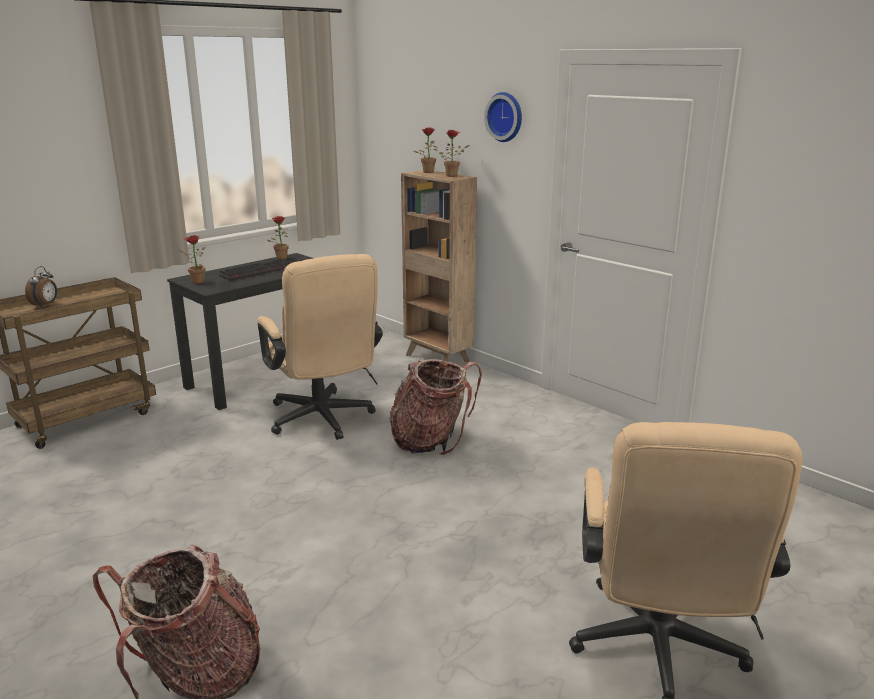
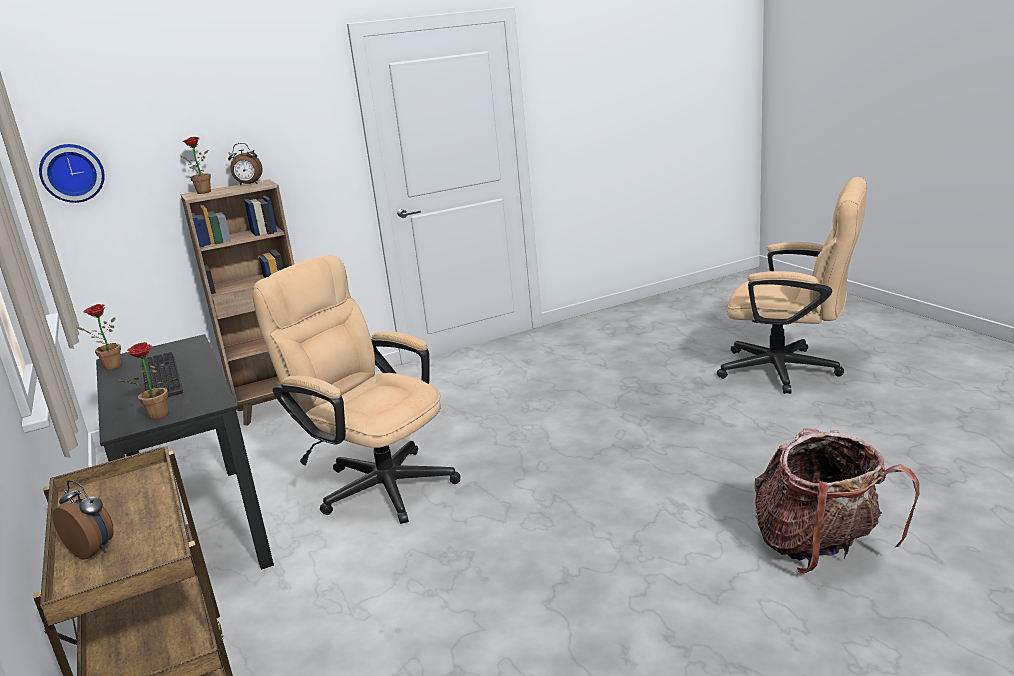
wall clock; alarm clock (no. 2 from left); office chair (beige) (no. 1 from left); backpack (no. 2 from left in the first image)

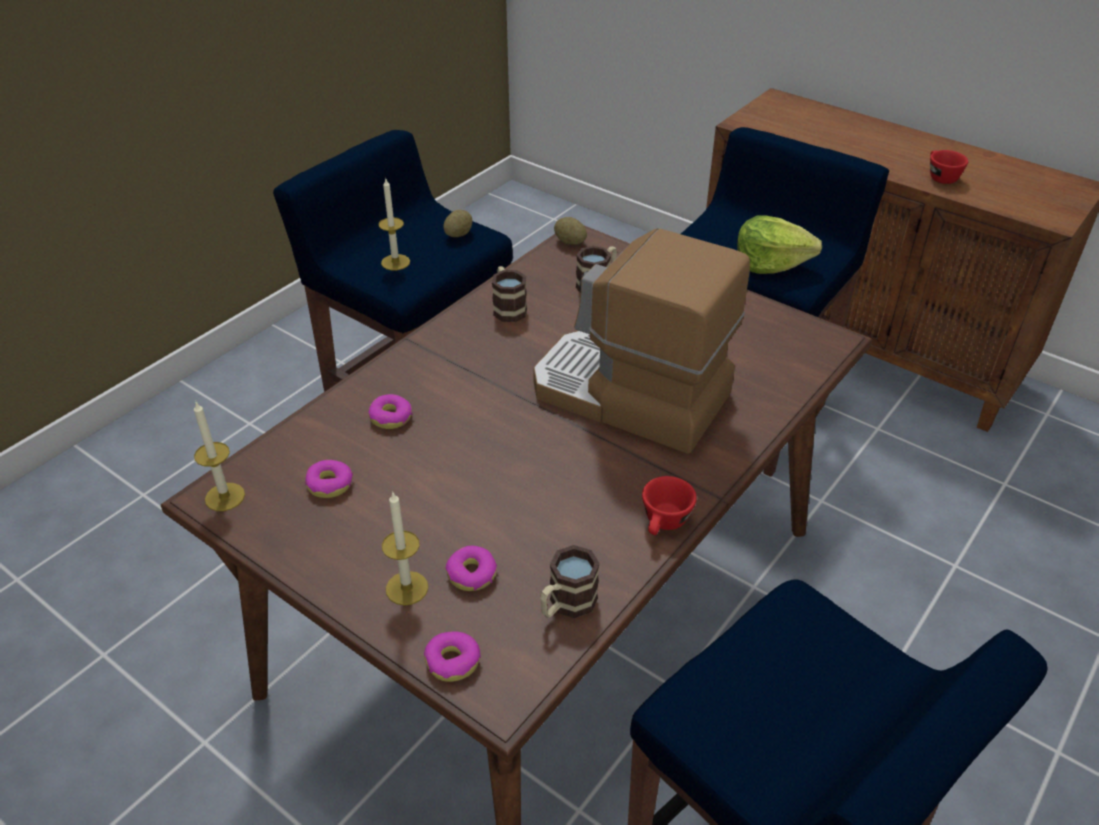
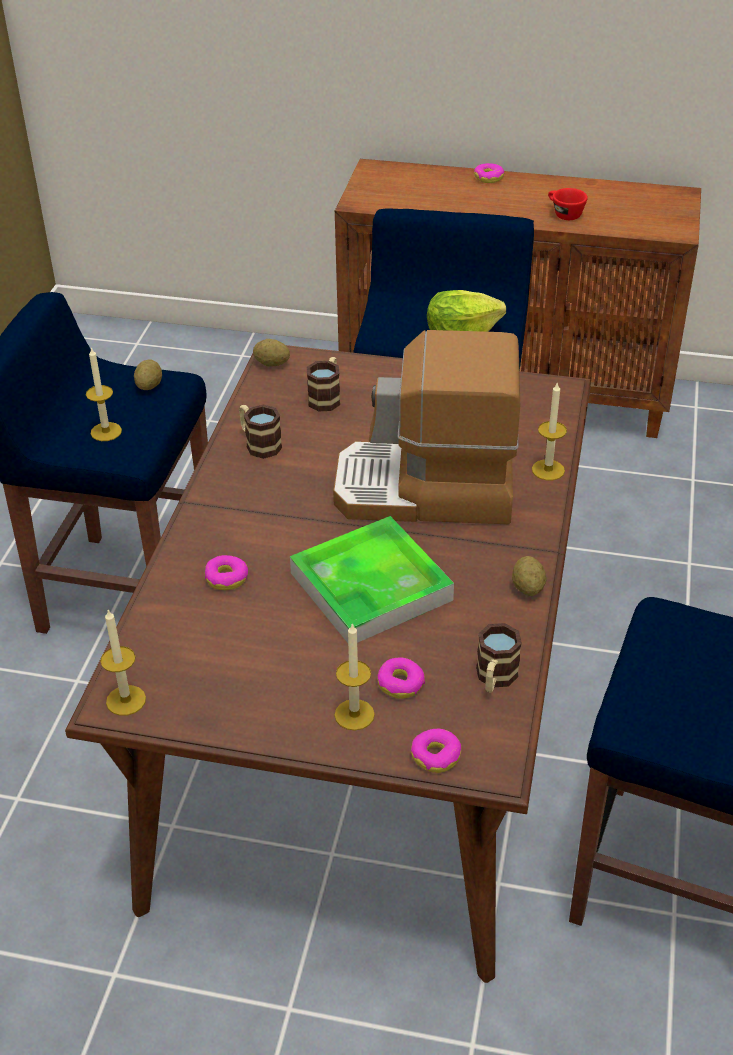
donut (no. 4 from left); potato (no. 3 from left); candle (no. 4 from left); tray

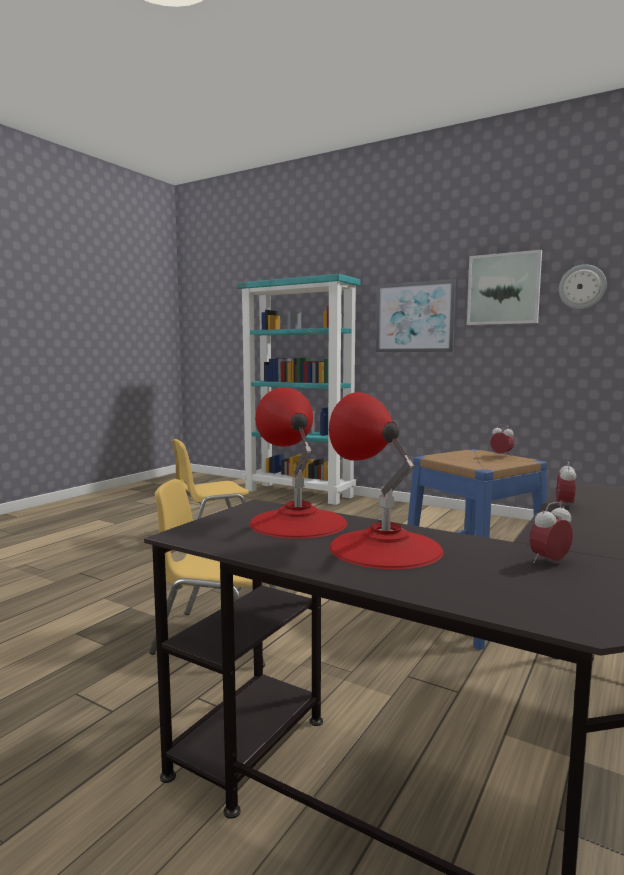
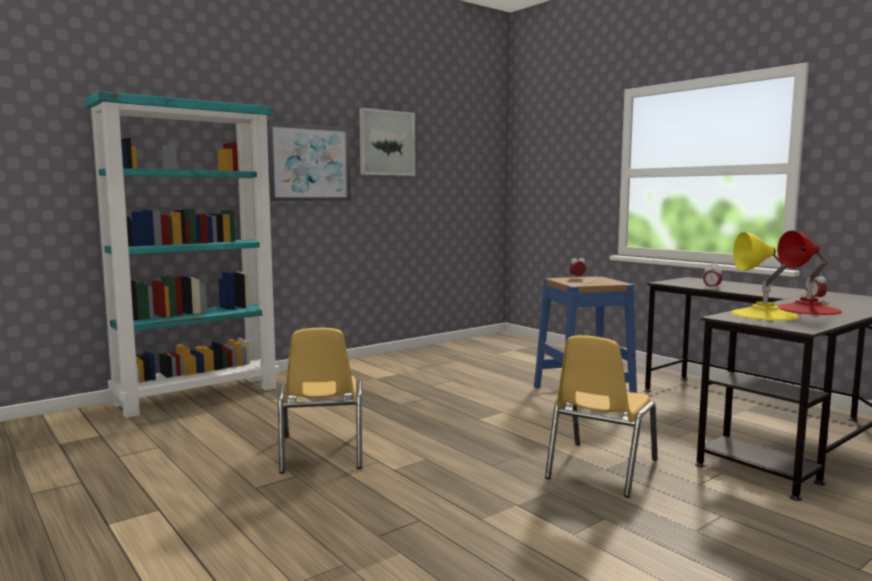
wall clock; table lamp (yellow)

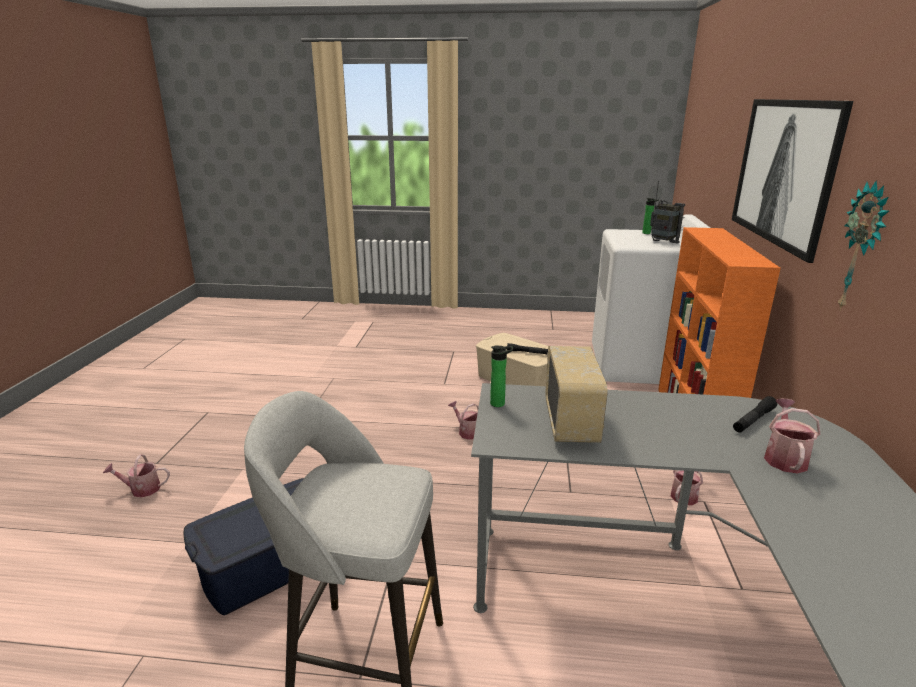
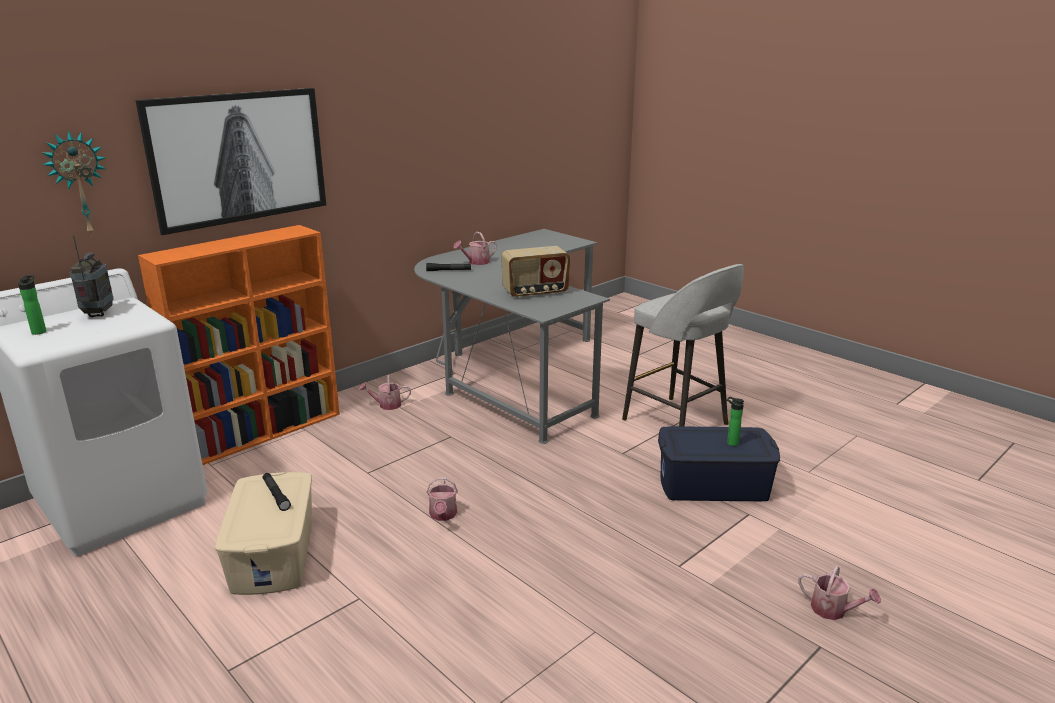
wall clock; bottle (no. 2 from left); radio (no. 2 from left)

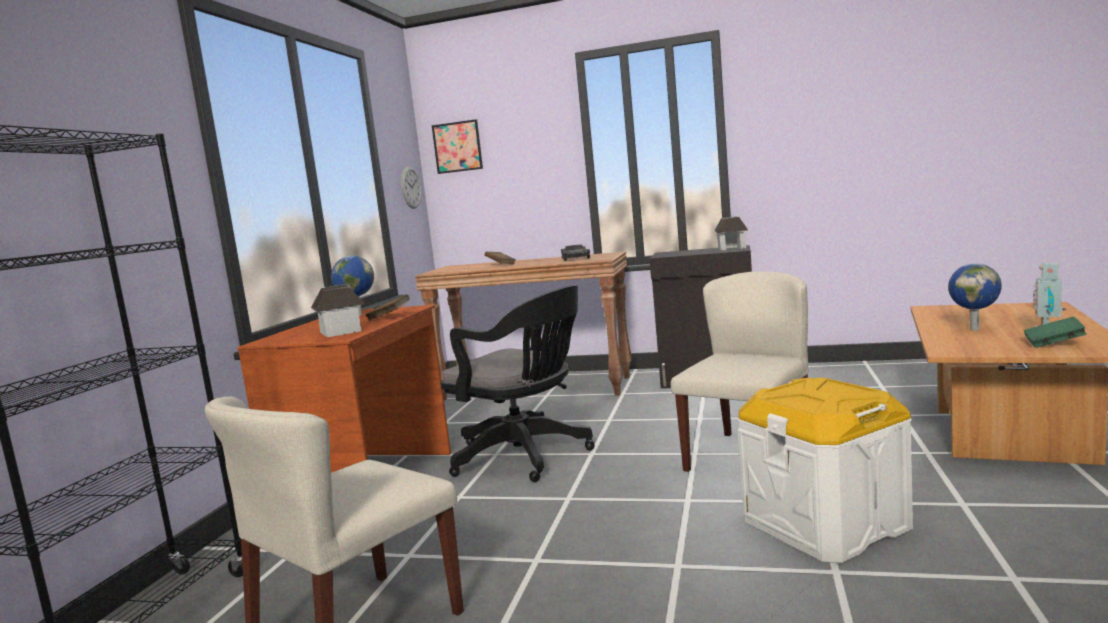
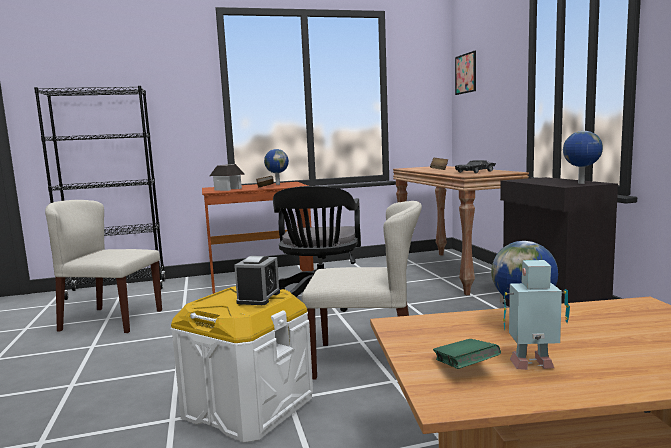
wall clock; globe (no. 3 from left); alarm clock

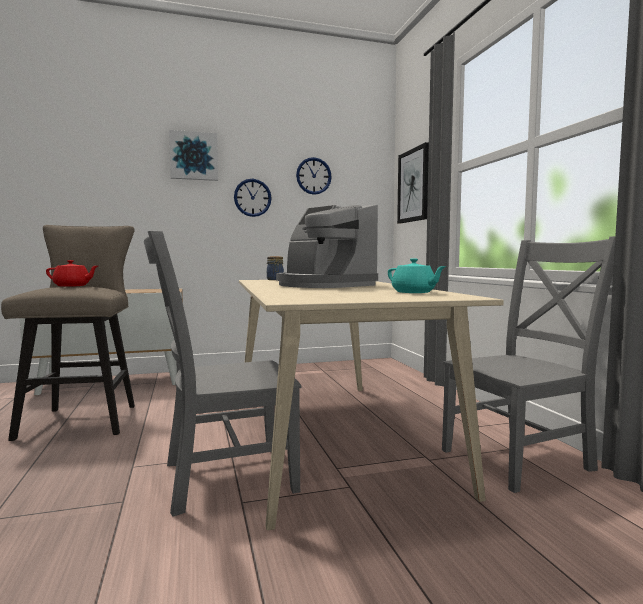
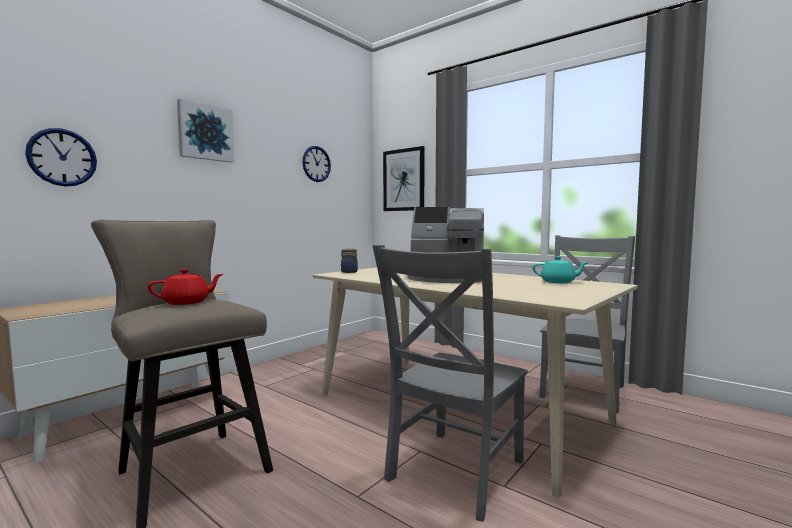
wall clock (no. 1 from left)

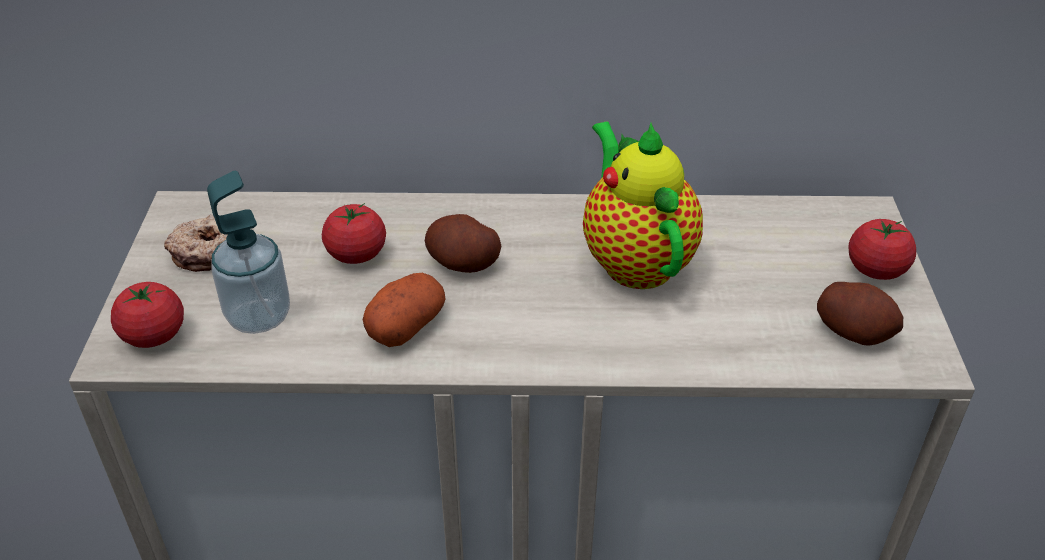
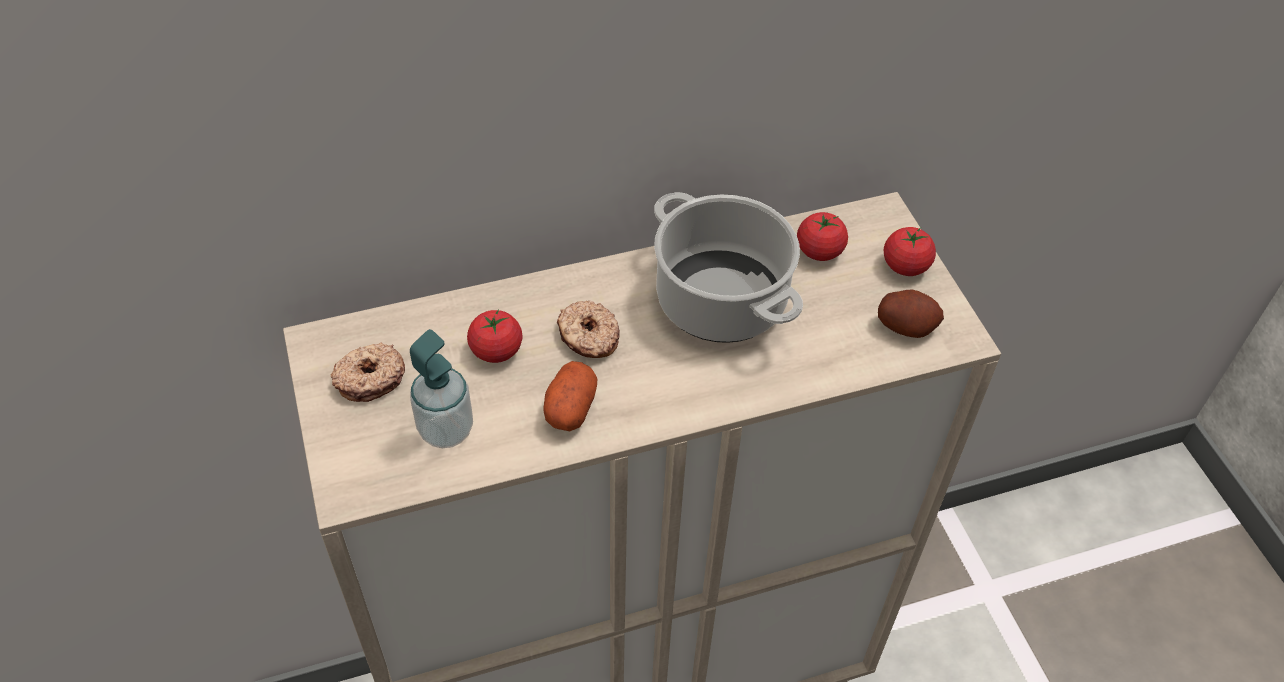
cooking pot; donut (no. 2 from left); tomato (no. 2 from left)

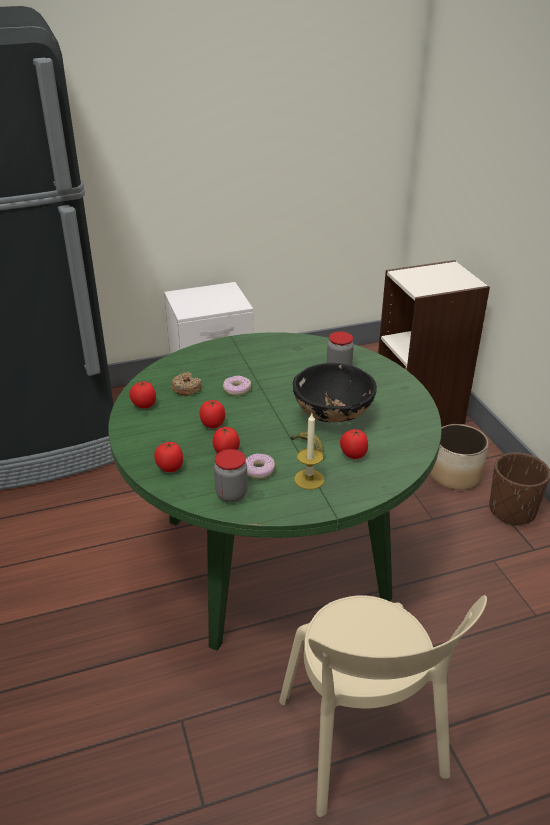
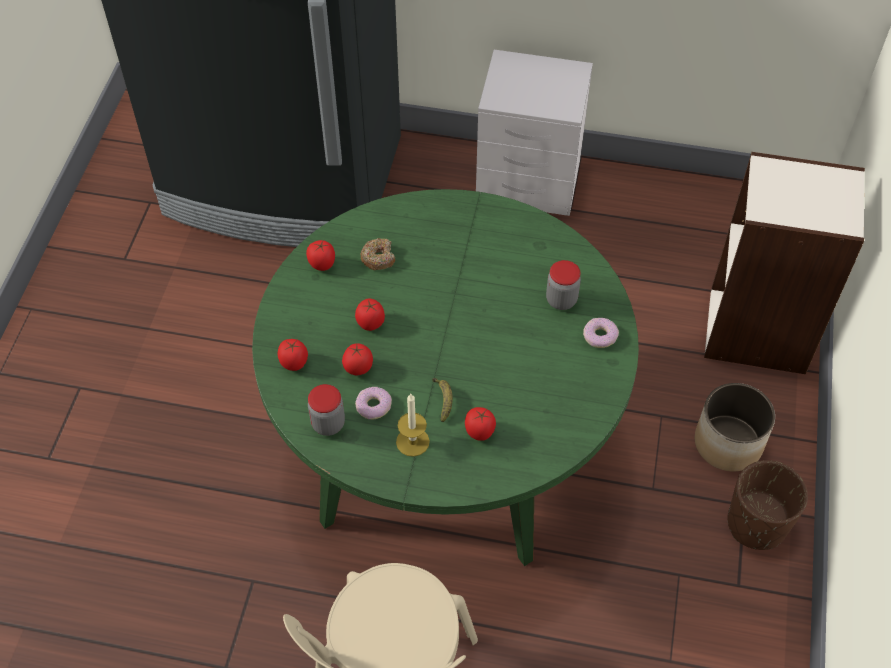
bowl (black); donut (no. 3 from left)

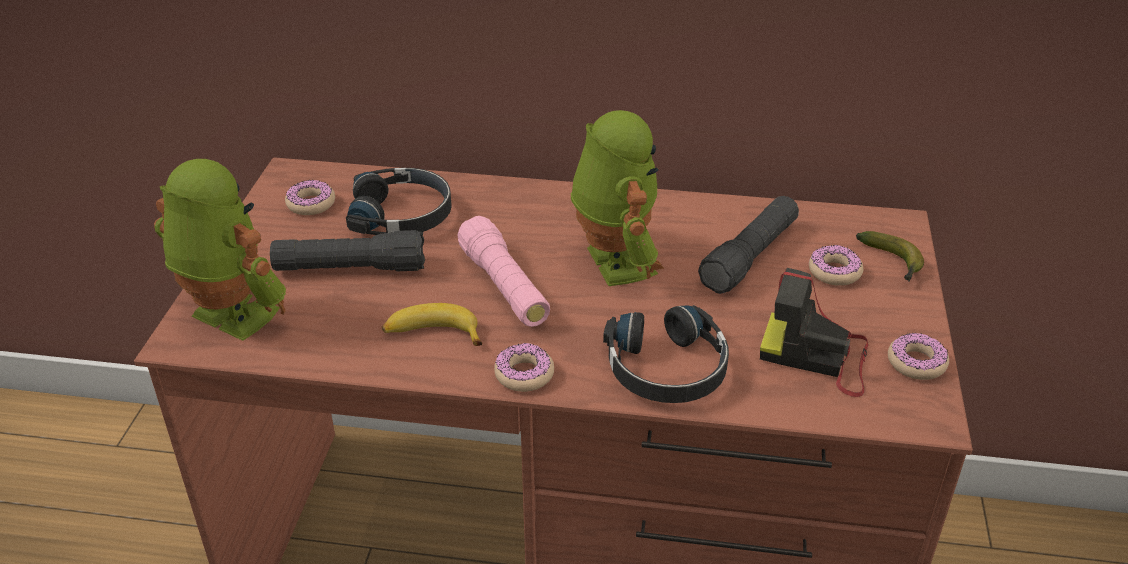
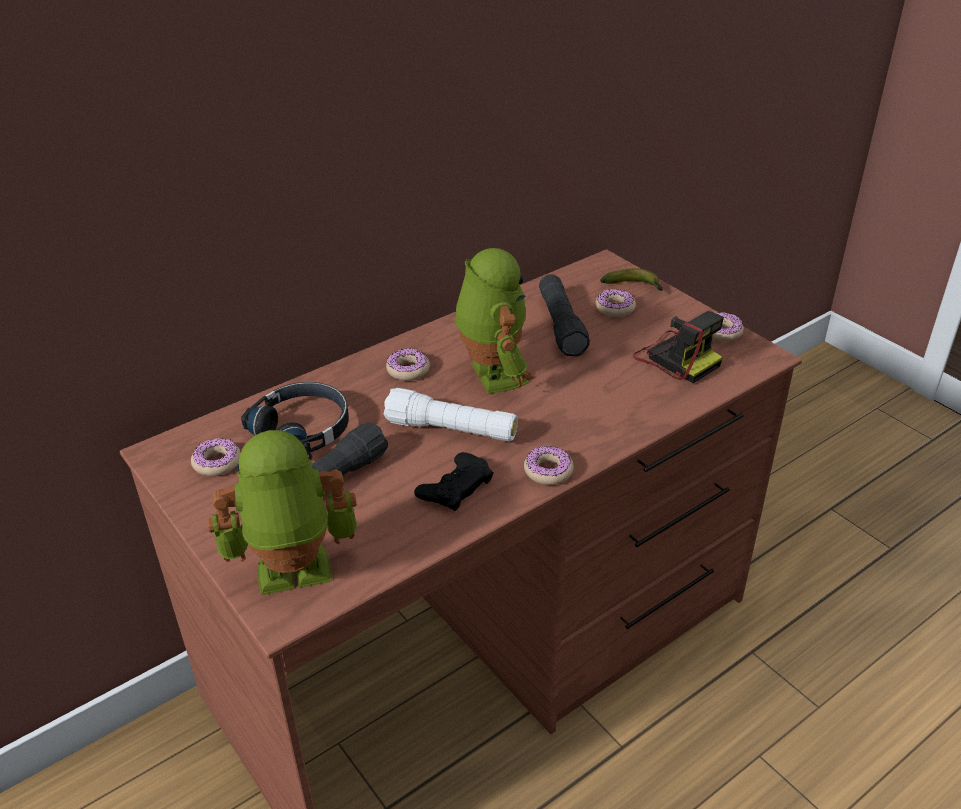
toy robot (no. 2 from left); flashlight (white); photo camera; game controller (black); headphones (black) (no. 2 from left in the first image); donut (no. 2 from left)

